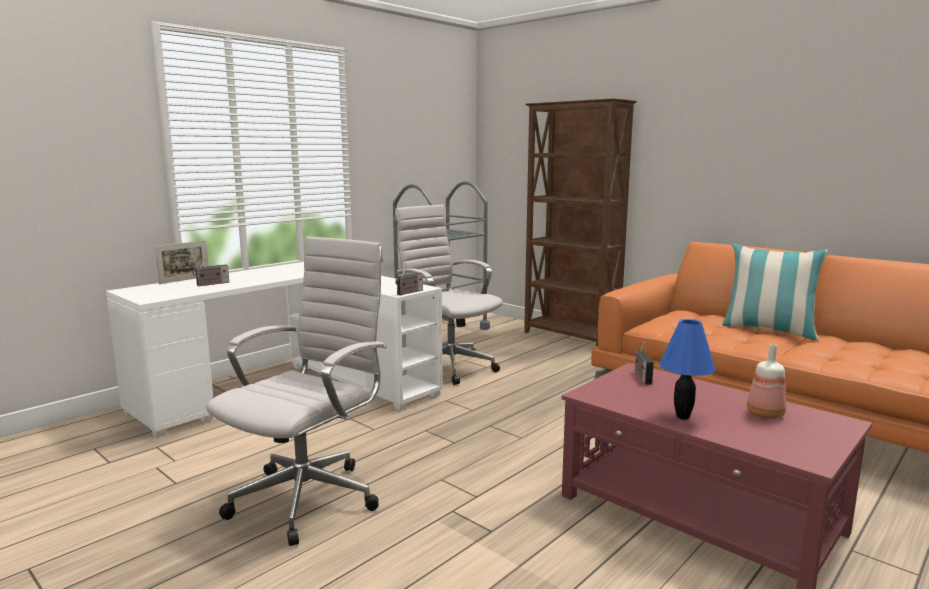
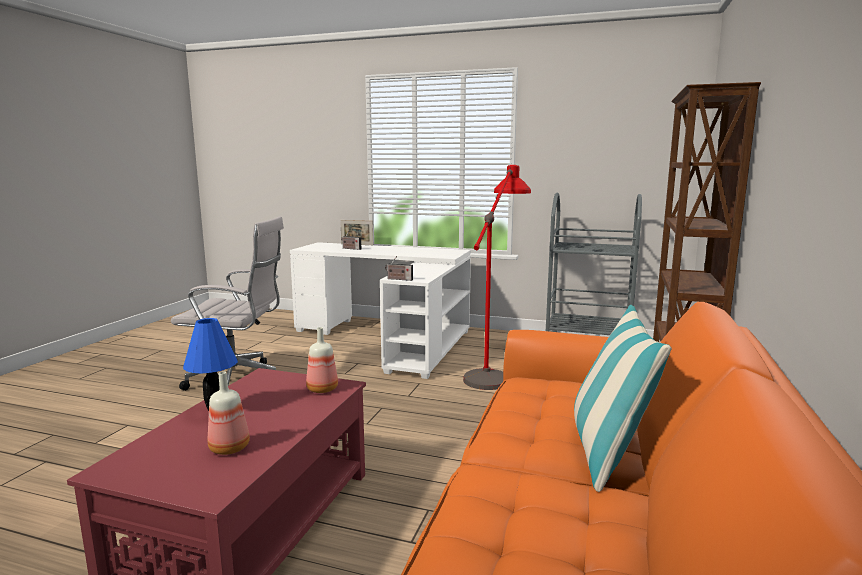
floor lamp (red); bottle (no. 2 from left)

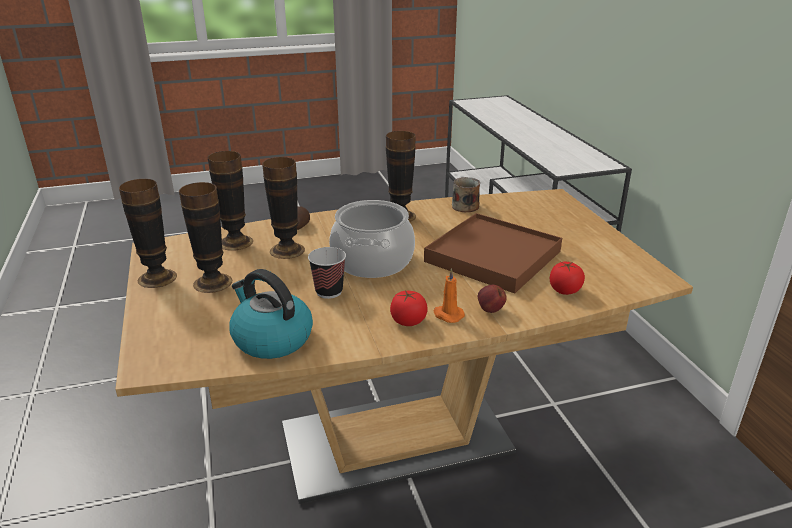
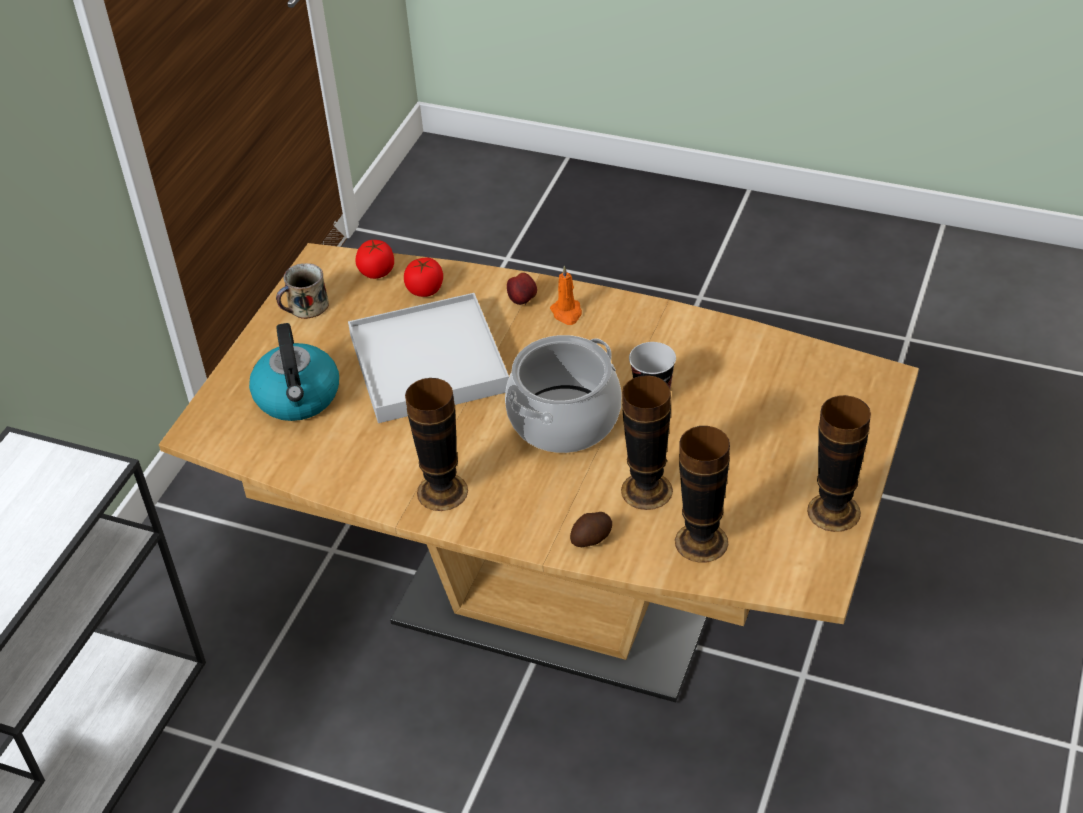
mug; vase (no. 2 from left in the first image); tray (white); kettle; tomato (no. 1 from left)

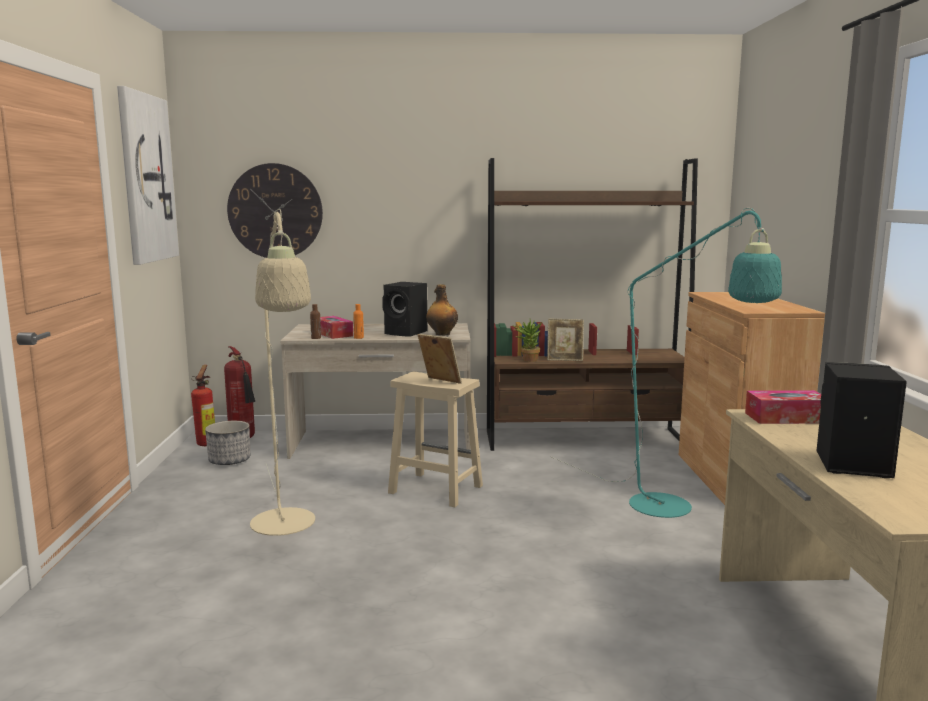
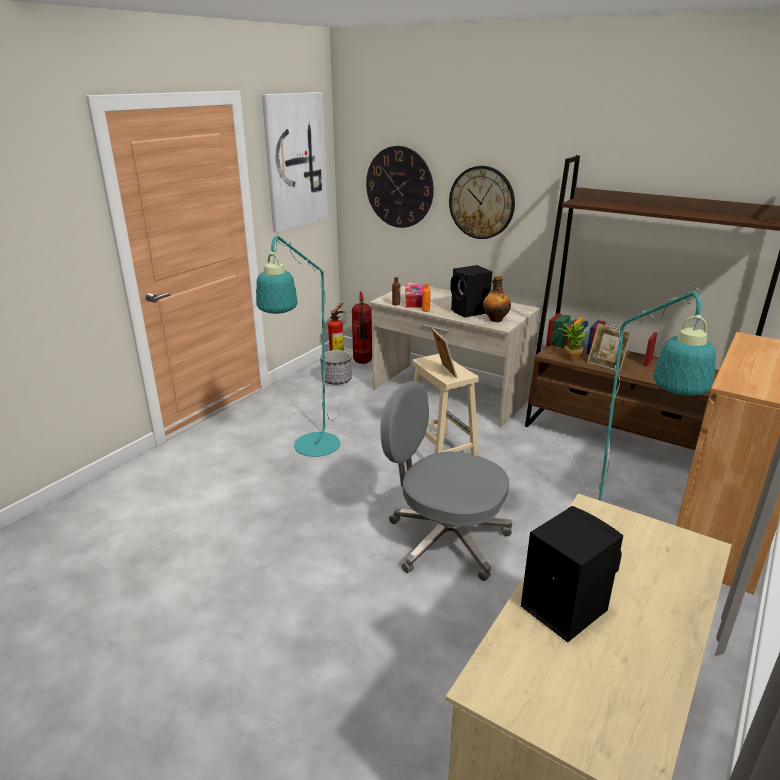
floor lamp (turquoise) (no. 1 from left); tissue box (no. 2 from left in the first image); wall clock (no. 2 from left); office chair (grey)

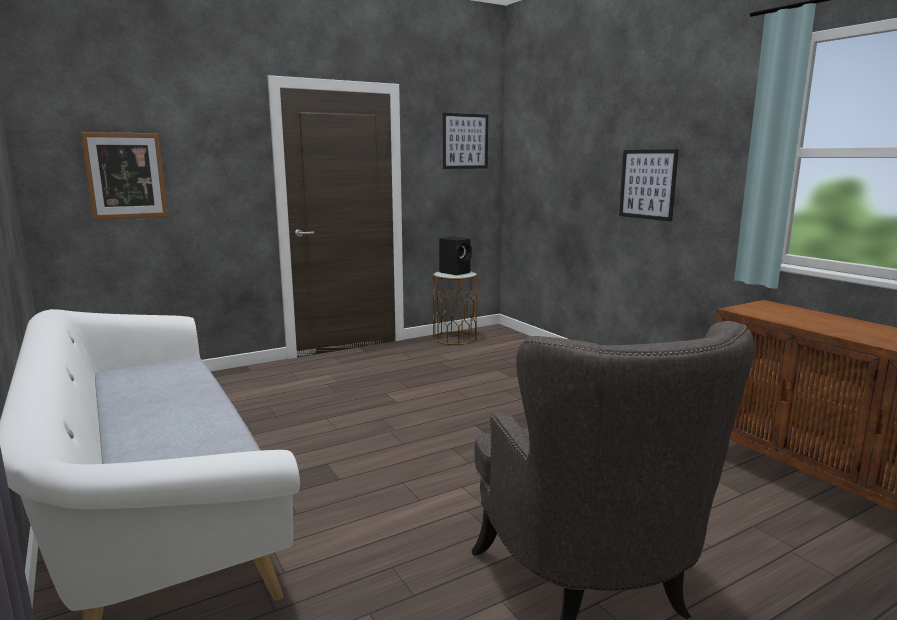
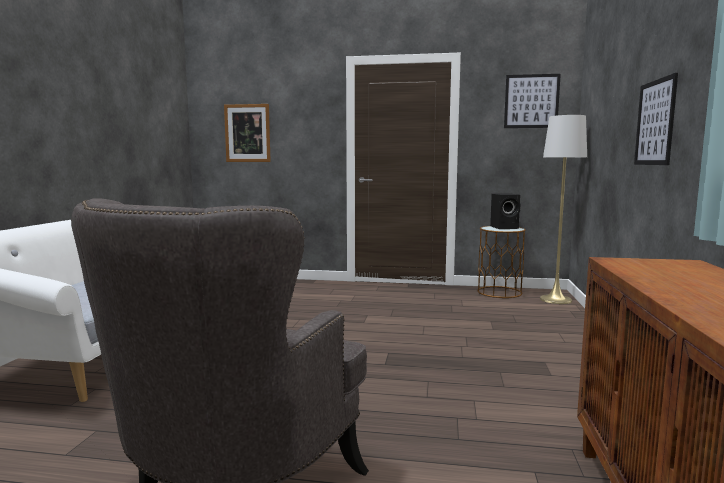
floor lamp (white)

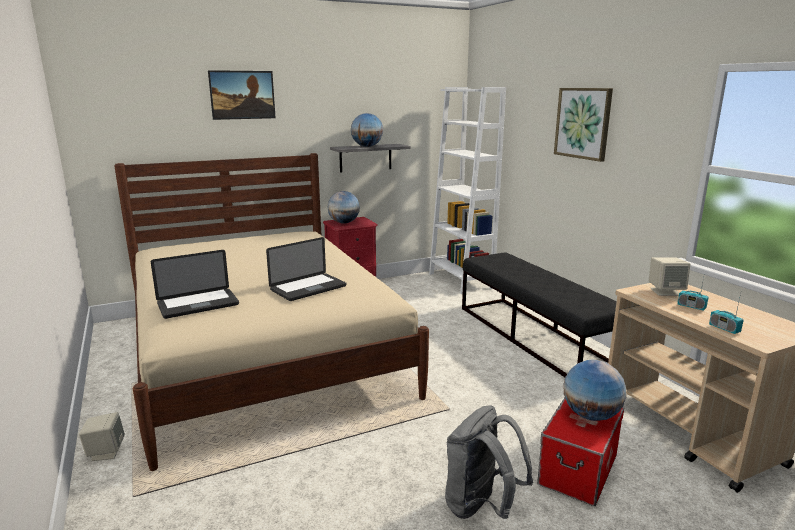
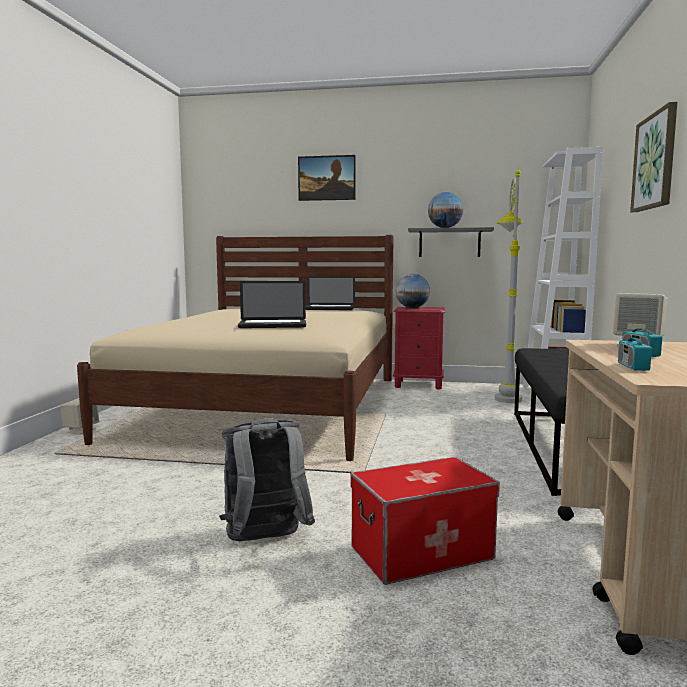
laptop (no. 2 from left); globe (no. 3 from left in the first image); floor lamp (grey)

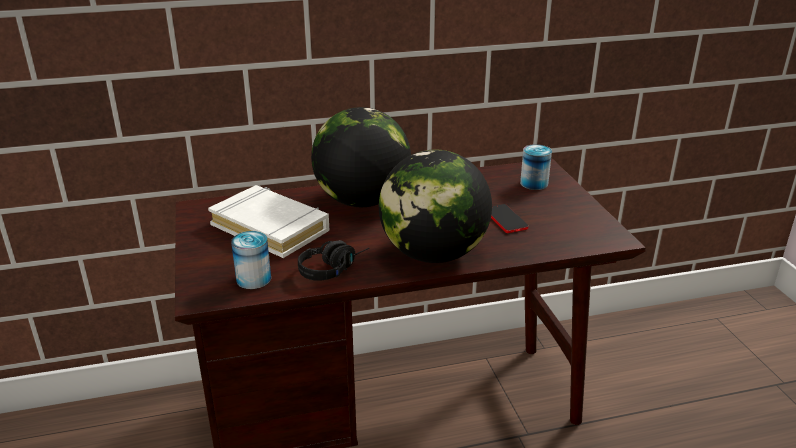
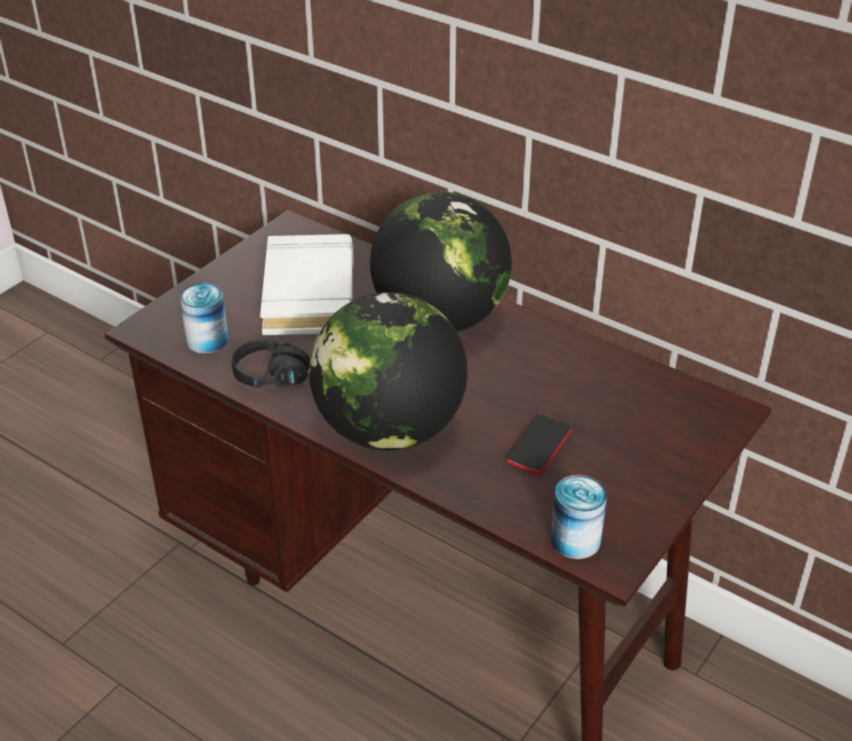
can (no. 2 from left)

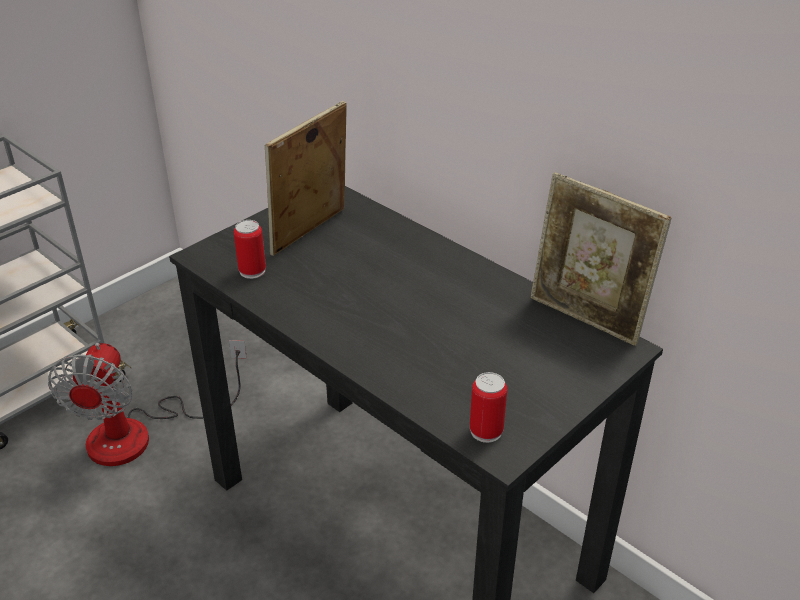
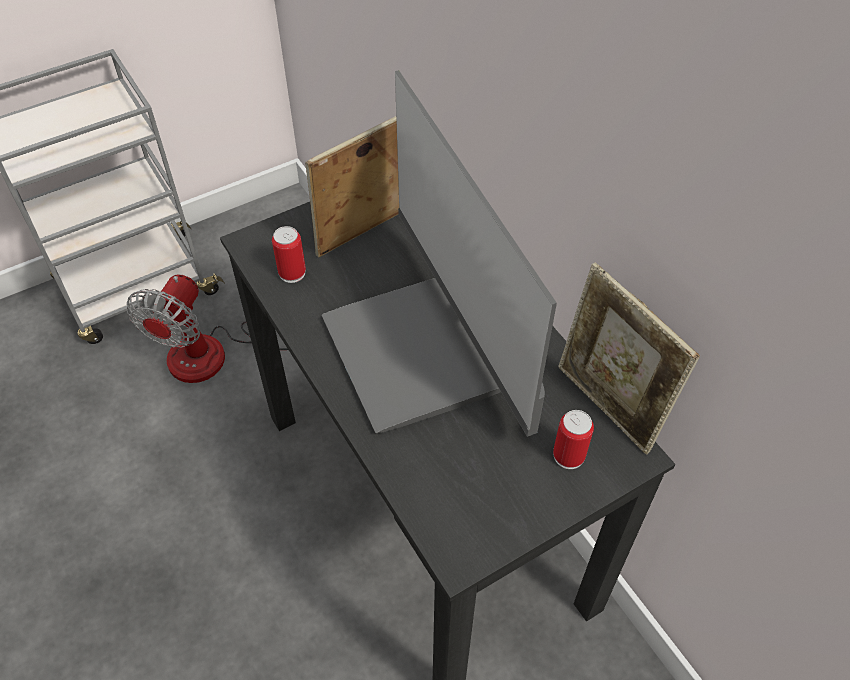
can (no. 2 from left); monitor

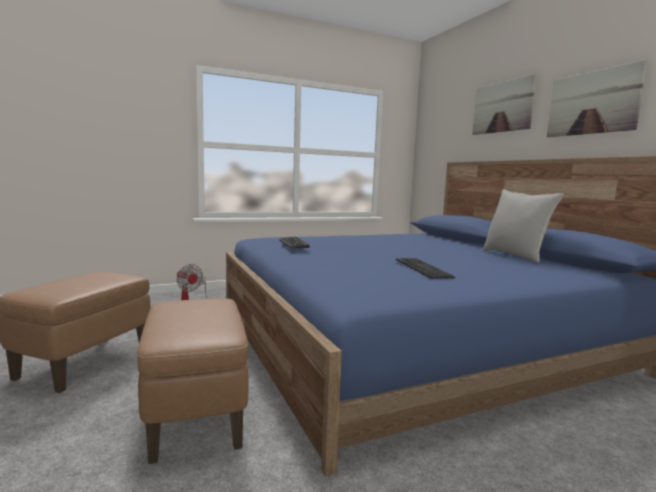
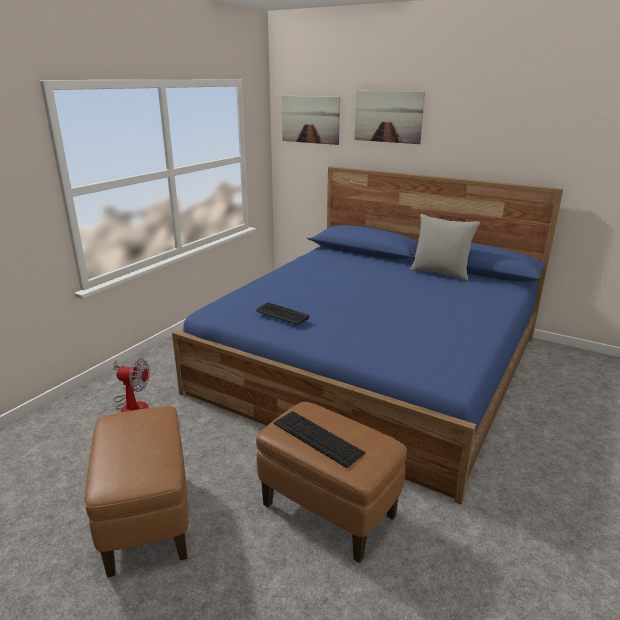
picture (no. 1 from left); keyboard (no. 2 from left)

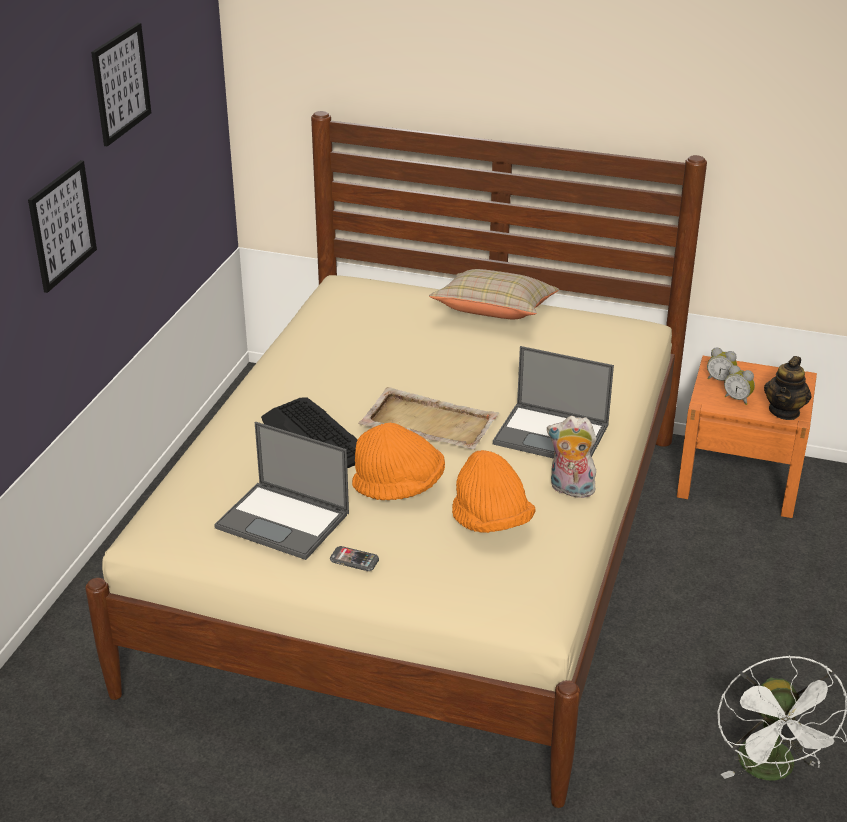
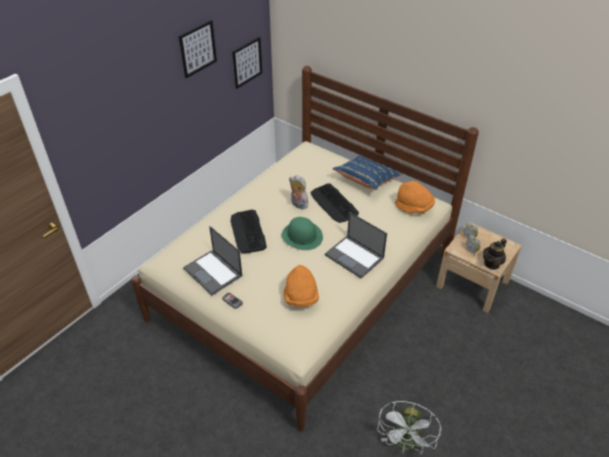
picture (no. 2 from left); pillow (blue); nightstand (beige); hat (green); plush toy; hat (orange) (no. 2 from left); keyboard (no. 2 from left)

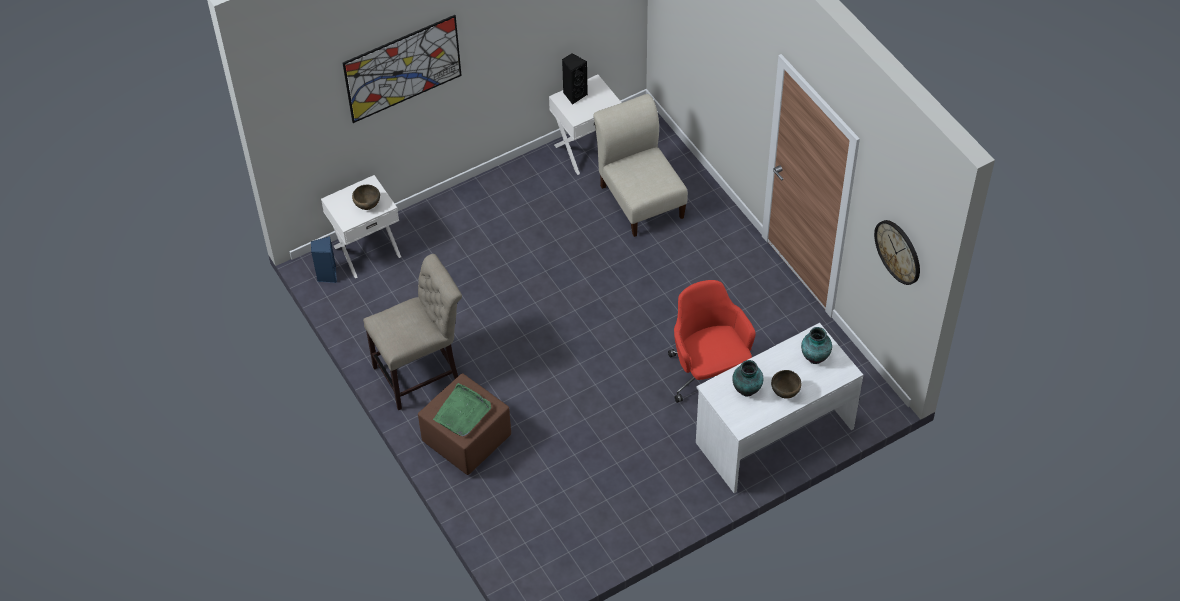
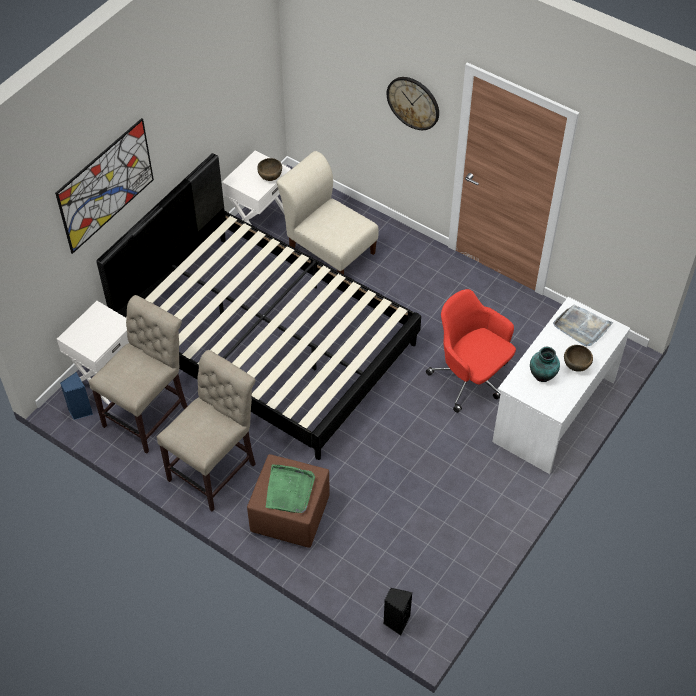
speaker (black); bowl (brown) (no. 1 from left); wall clock; tray (grey); bed (black); chair (beige) (no. 1 from left)

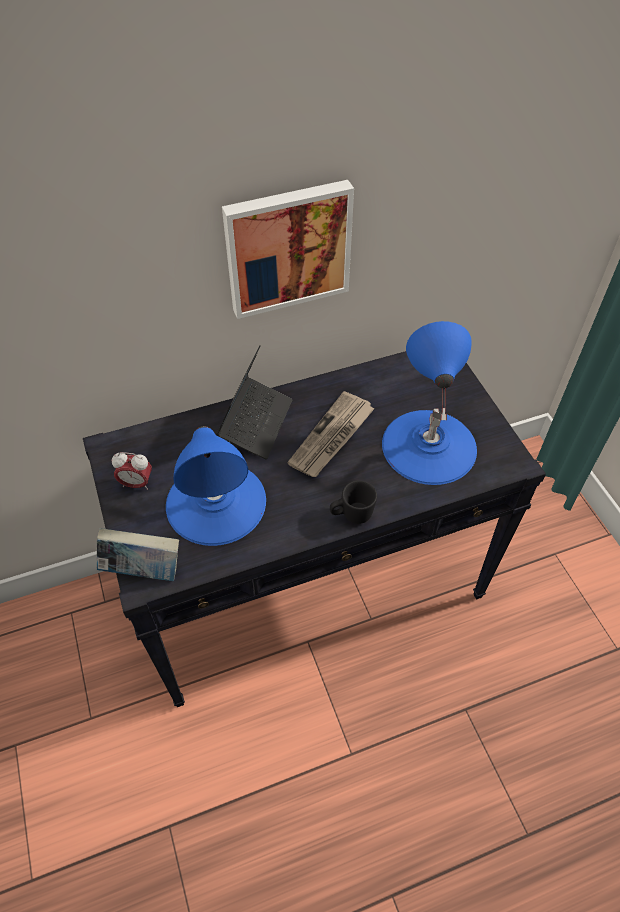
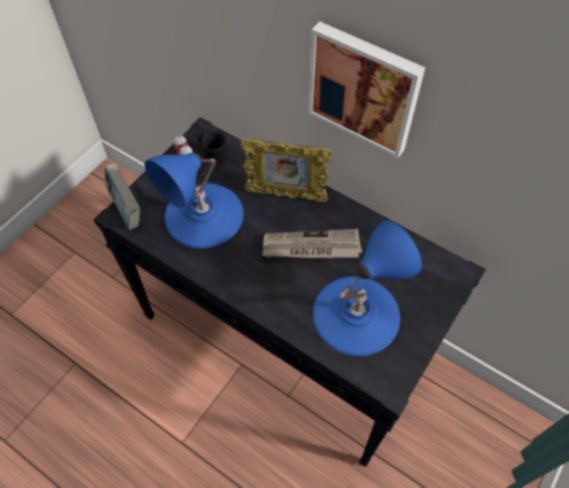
picture frame; mug (black)

